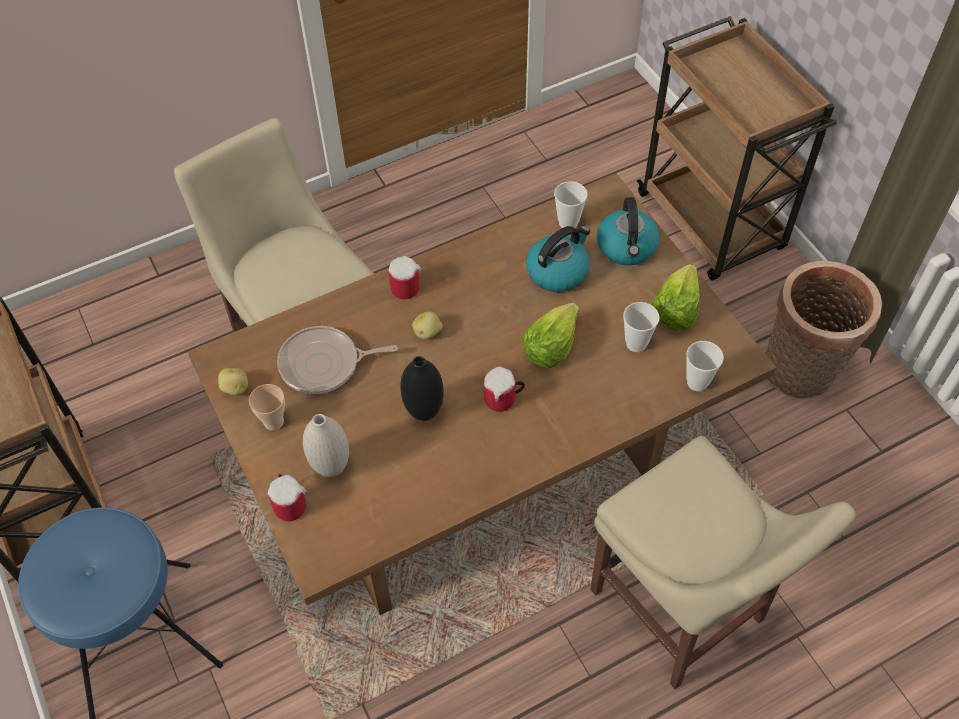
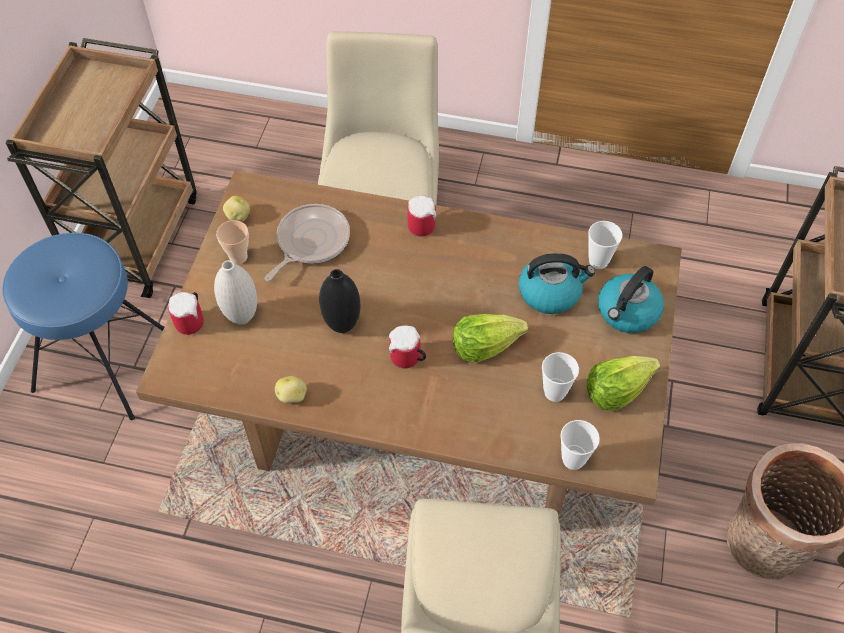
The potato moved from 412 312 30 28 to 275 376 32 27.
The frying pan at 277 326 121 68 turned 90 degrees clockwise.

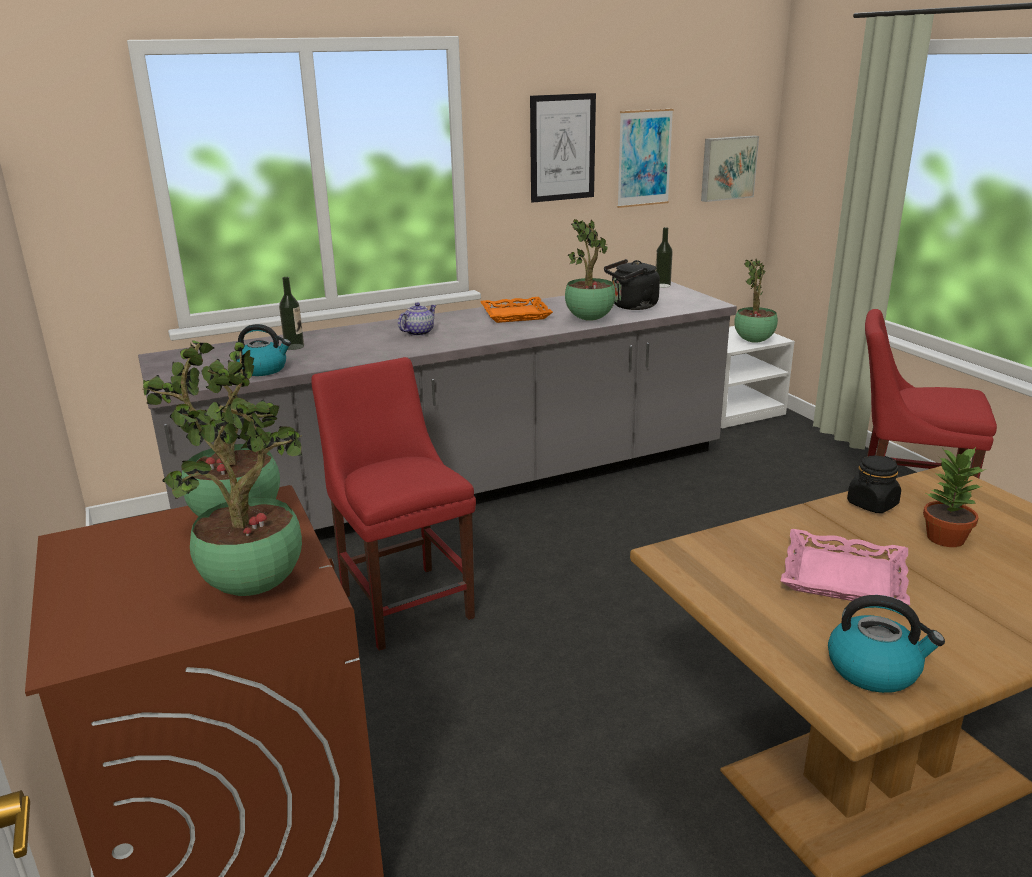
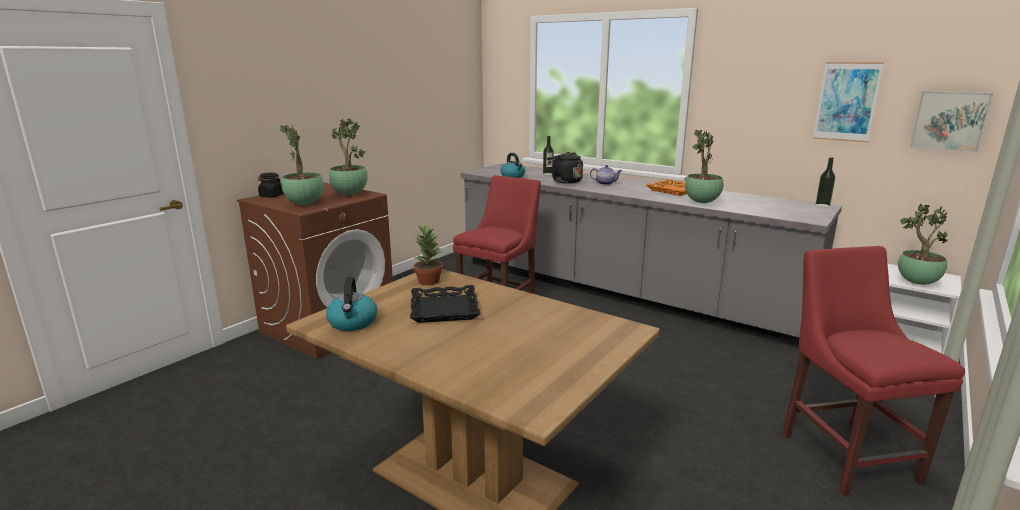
The picture at 530 93 66 110 disappeared.
The black kettle moved from 604 259 56 51 to 547 152 36 32.
The black jar moved from 847 456 54 57 to 258 173 26 24.
The potted plant moved from 923 447 63 100 to 414 225 29 60.
The pink tray at 781 529 129 76 became the black tray at 410 285 71 38.

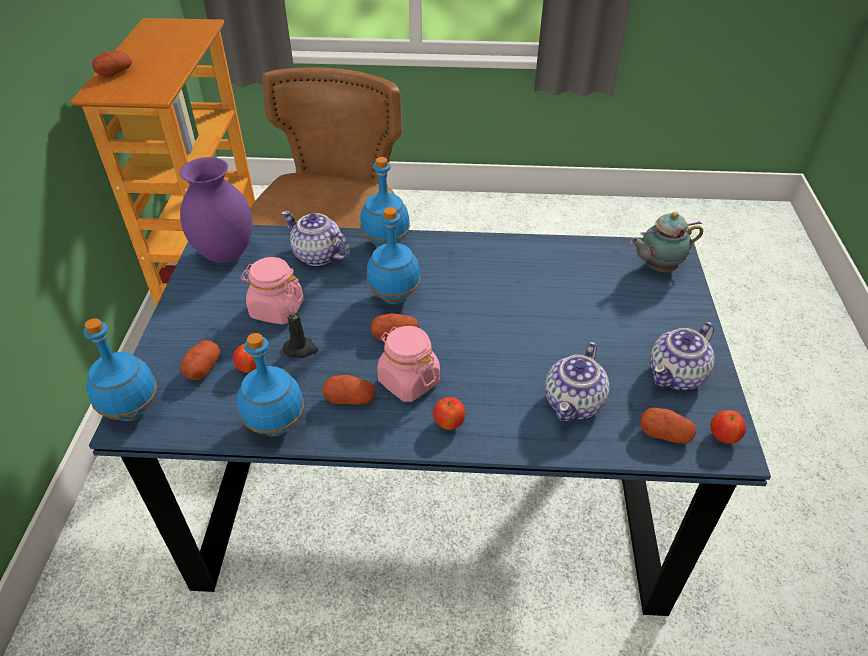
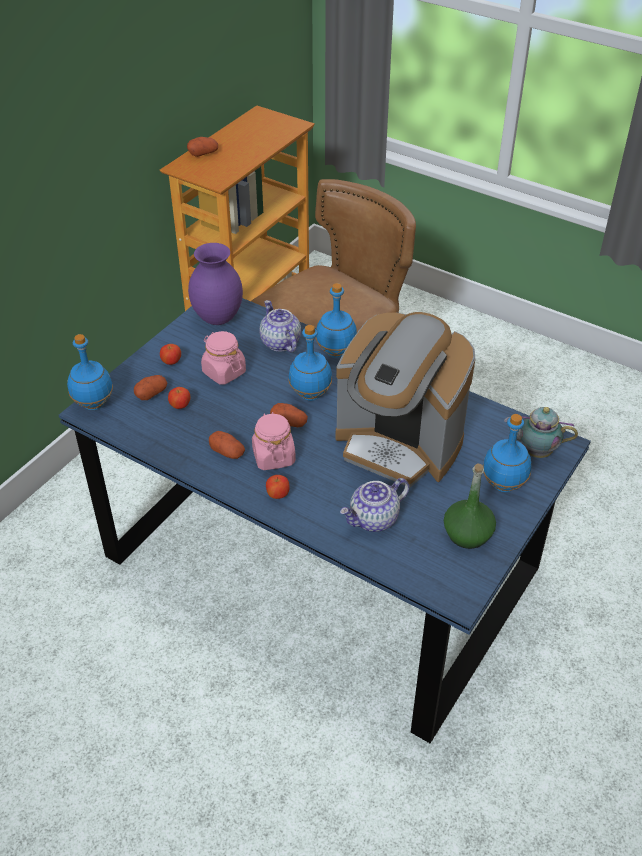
The black candle at 283 308 35 50 disappeared.
The potato at 640 408 56 36 disappeared.
The coffee machine at 336 312 139 176 appeared.
The blue bottle moved from 237 333 67 104 to 483 414 49 78.
The apple moved from 710 410 36 34 to 160 344 21 21.
The teapot at 650 322 65 68 was replaced by the green bottle at 444 463 52 86.

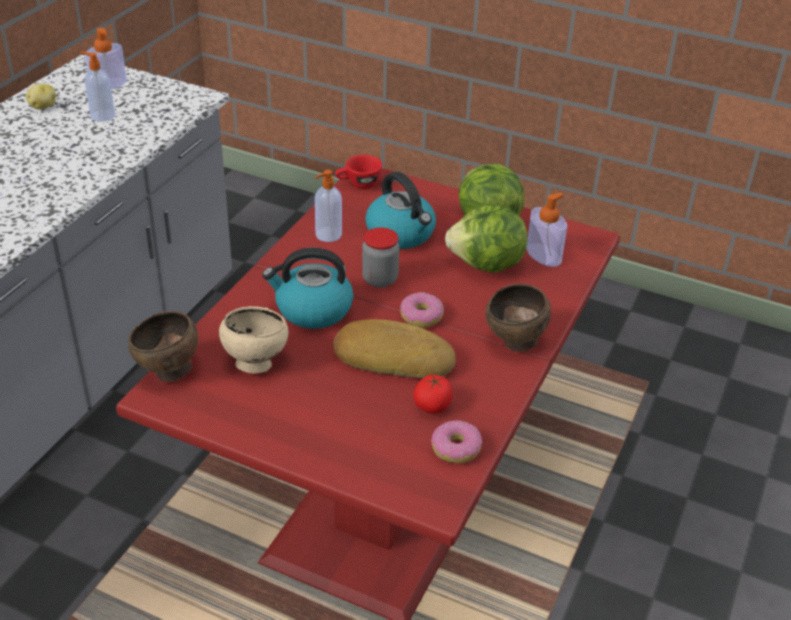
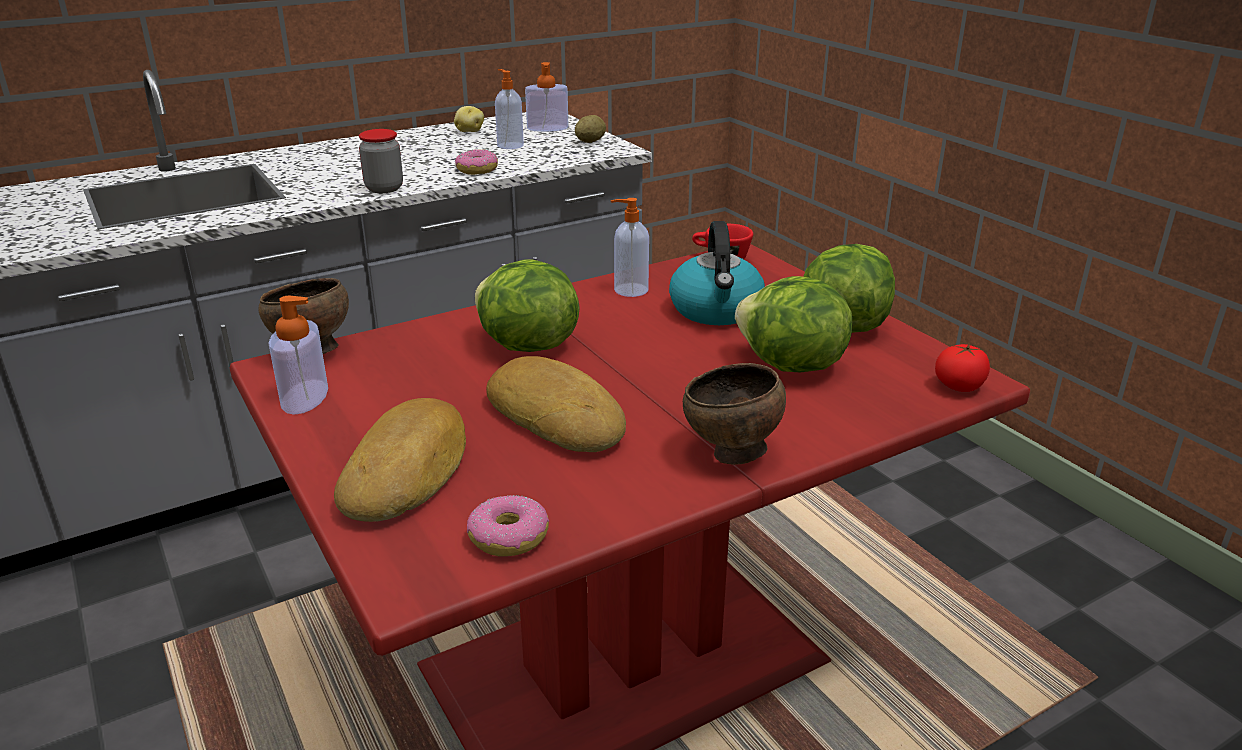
The beige bowl at 219 306 69 67 disappeared.
The bread at 334 398 132 124 appeared.
The potato at 575 115 31 28 appeared.
The jar moved from 362 227 37 61 to 359 129 44 64.
The donut moved from 400 292 44 36 to 455 149 43 26.
The tomato moved from 414 374 39 40 to 935 344 55 48.
The soap dispenser moved from 526 193 41 74 to 269 296 59 119.
The kettle at 262 247 91 82 was replaced by the lettuce at 475 259 105 93.

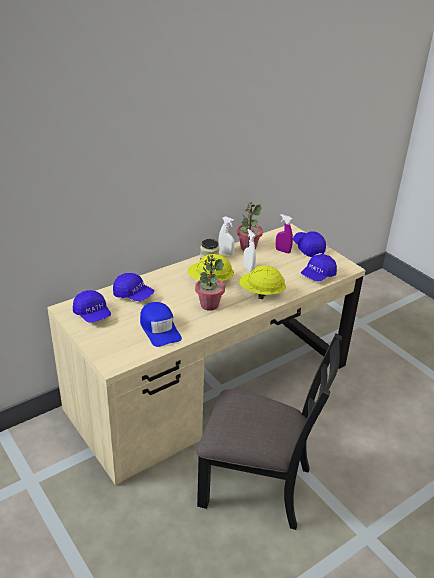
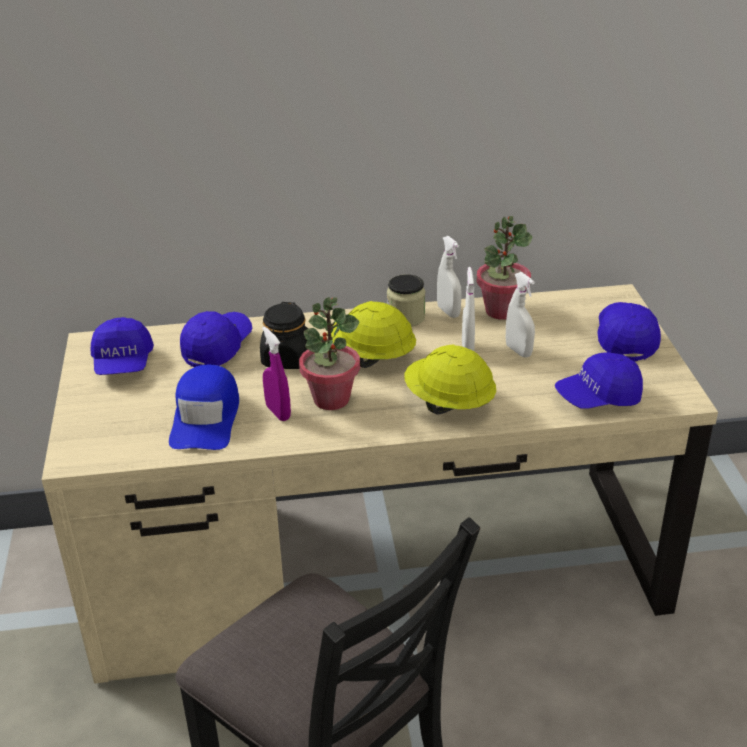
The black jar at 260 302 48 67 appeared.
The white spray bottle at 506 272 29 86 appeared.
The purple spray bottle moved from 276 214 17 40 to 262 326 29 95.
The blue cap at 113 273 41 28 turned 120 degrees counterclockwise.

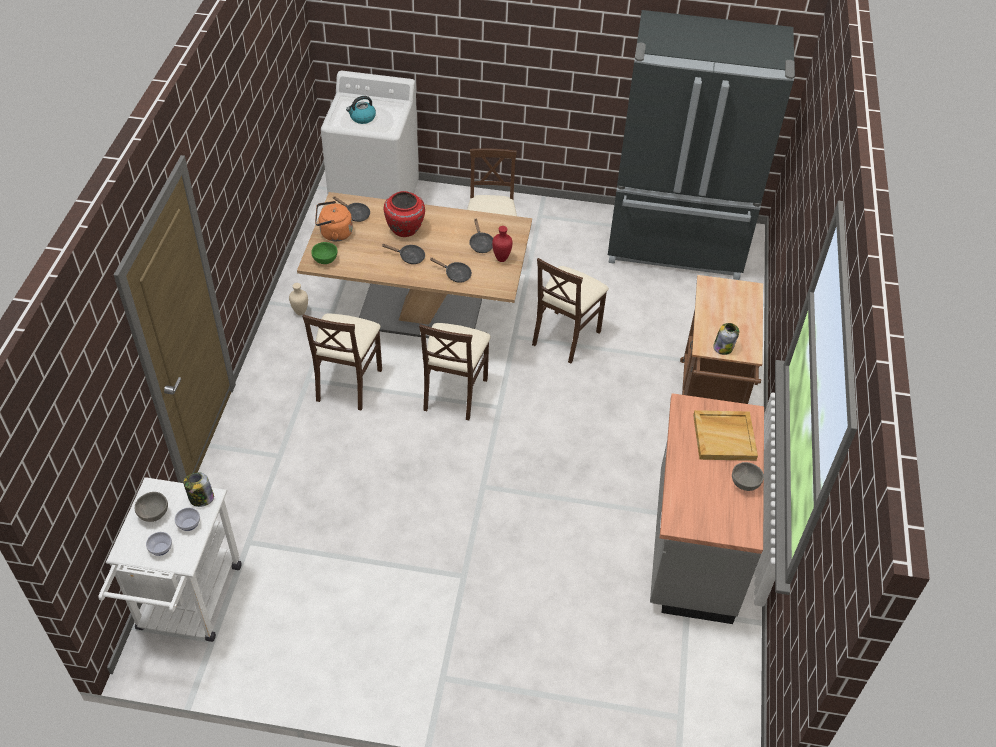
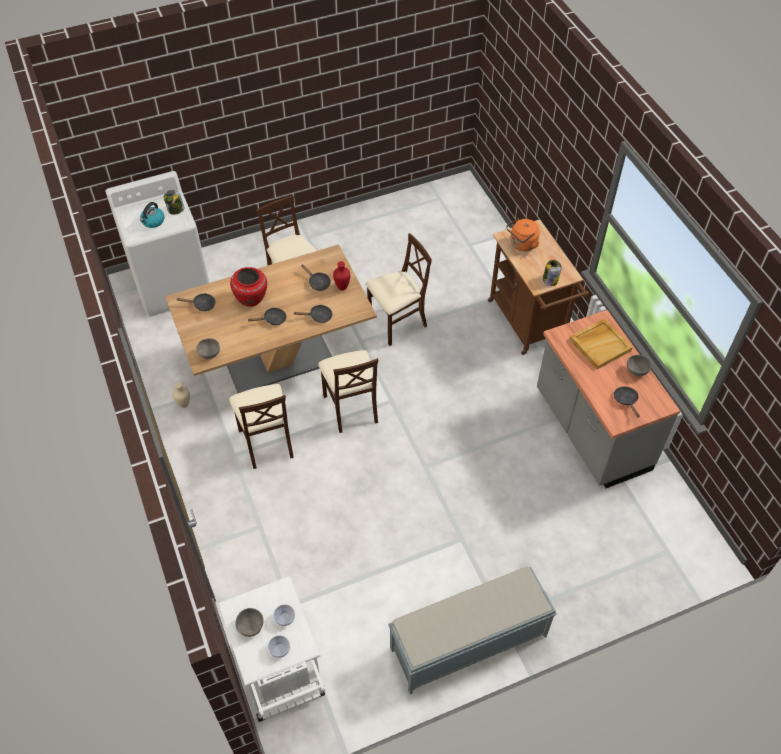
The black fridge at 608 10 187 270 disappeared.
The grey bench at 388 567 169 127 appeared.
The black frying pan at 614 387 26 30 appeared.
The jar moved from 183 472 31 35 to 164 190 21 25.
The orange kettle moved from 315 201 38 40 to 506 218 34 33.
The green bowl at 311 242 27 22 became the grey bowl at 196 338 24 21.
The beige chair at 532 258 77 105 turned 120 degrees counterclockwise.

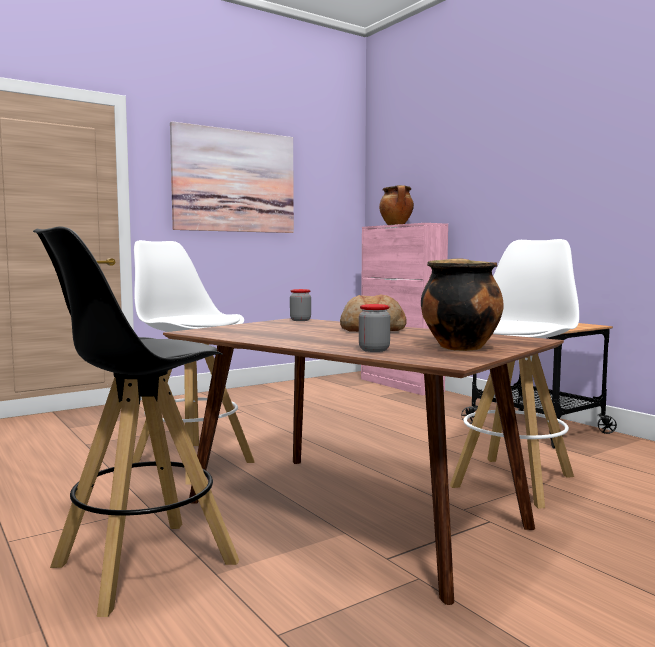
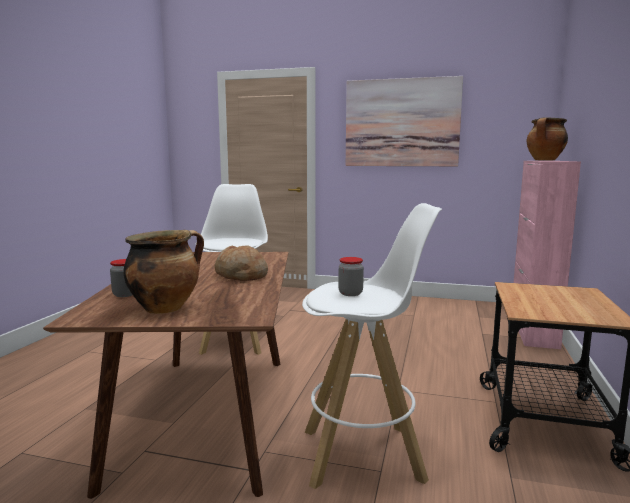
The black stool at 33 226 206 391 disappeared.
The jar moved from 290 289 21 32 to 338 257 26 39.

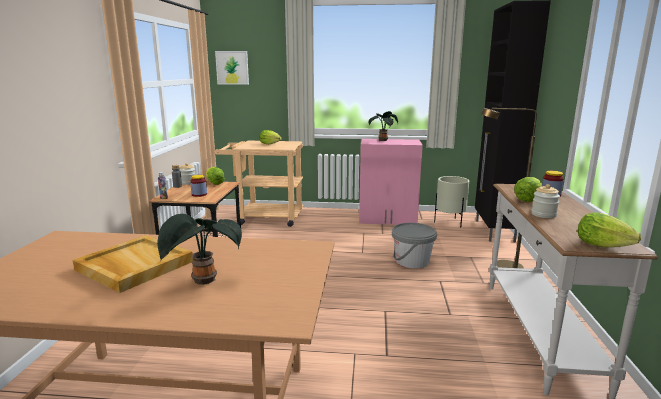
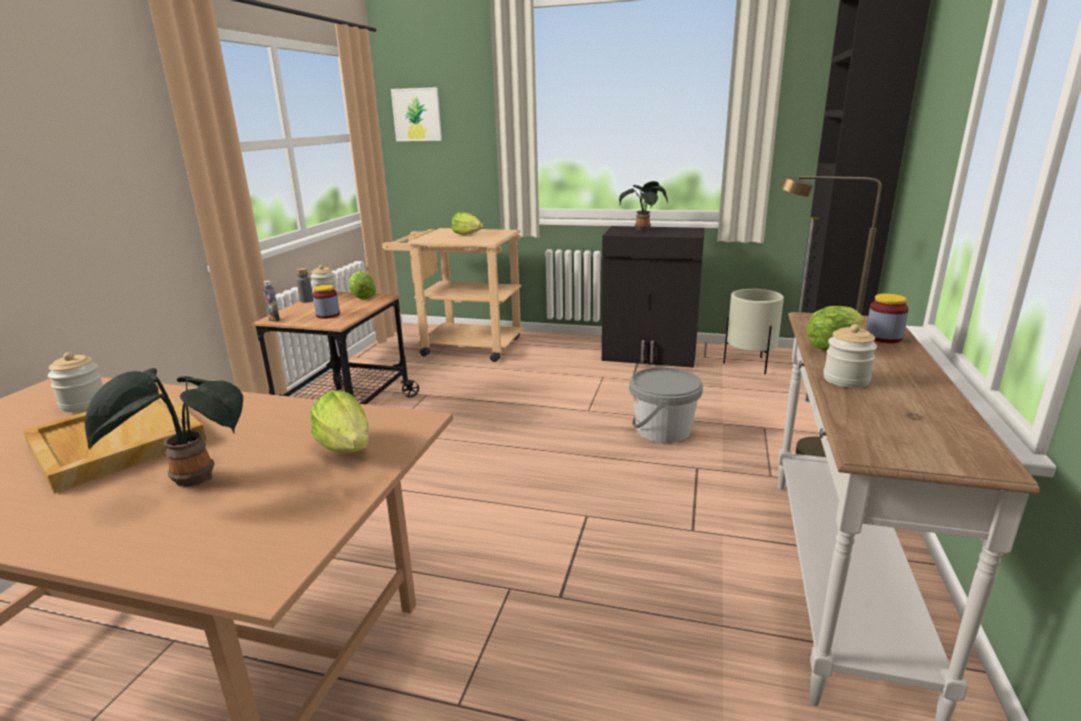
The jar at 48 352 55 60 appeared.
The lettuce moved from 577 212 64 35 to 310 390 59 63.
The pink cabinet at 359 139 64 86 became the black cabinet at 602 226 103 142.

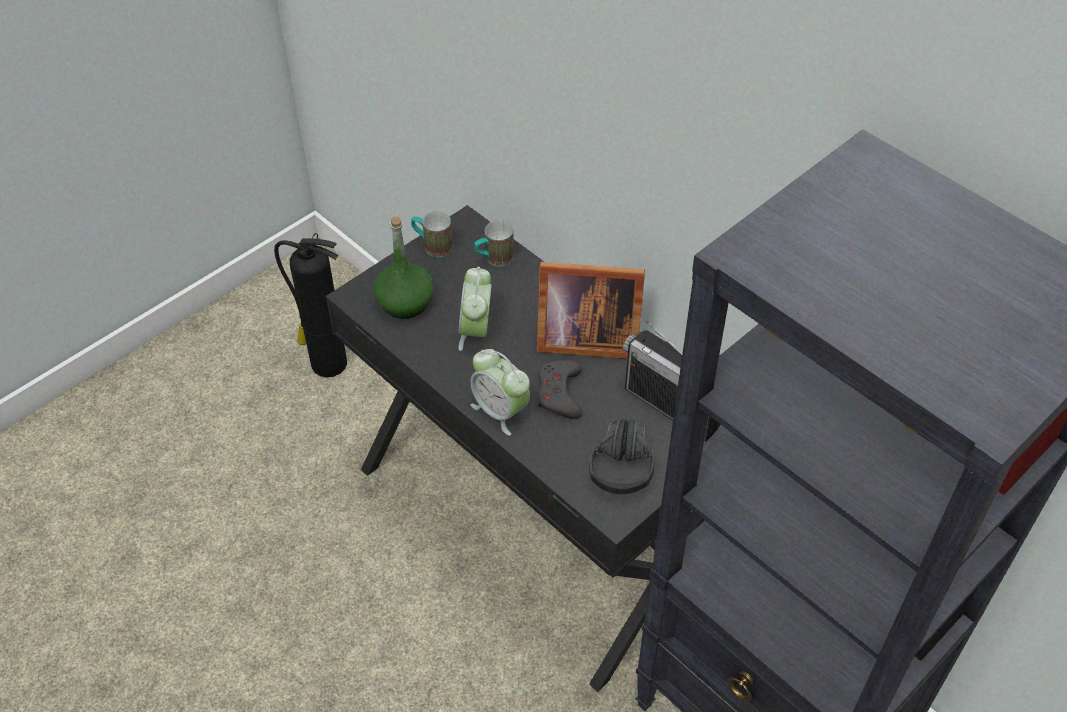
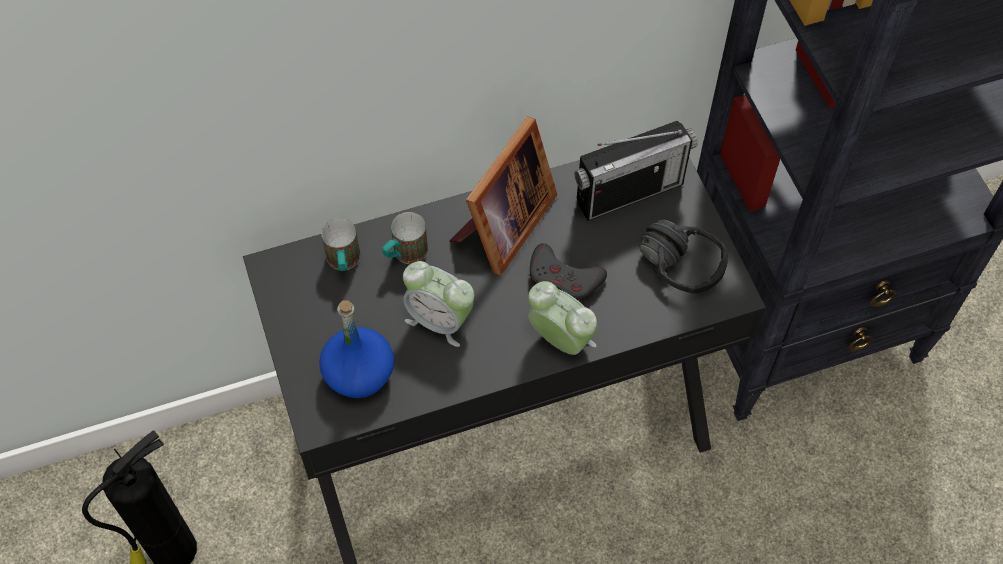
The mug moved from 411 211 42 46 to 382 212 46 52.
The green bottle at 373 216 61 103 became the blue bottle at 319 300 75 98.
The alarm clock at 470 349 60 87 turned 120 degrees counterclockwise.

